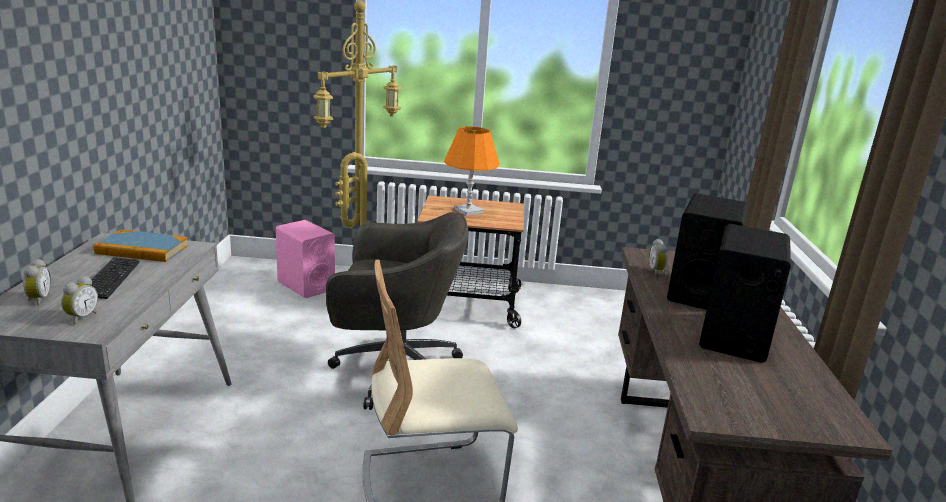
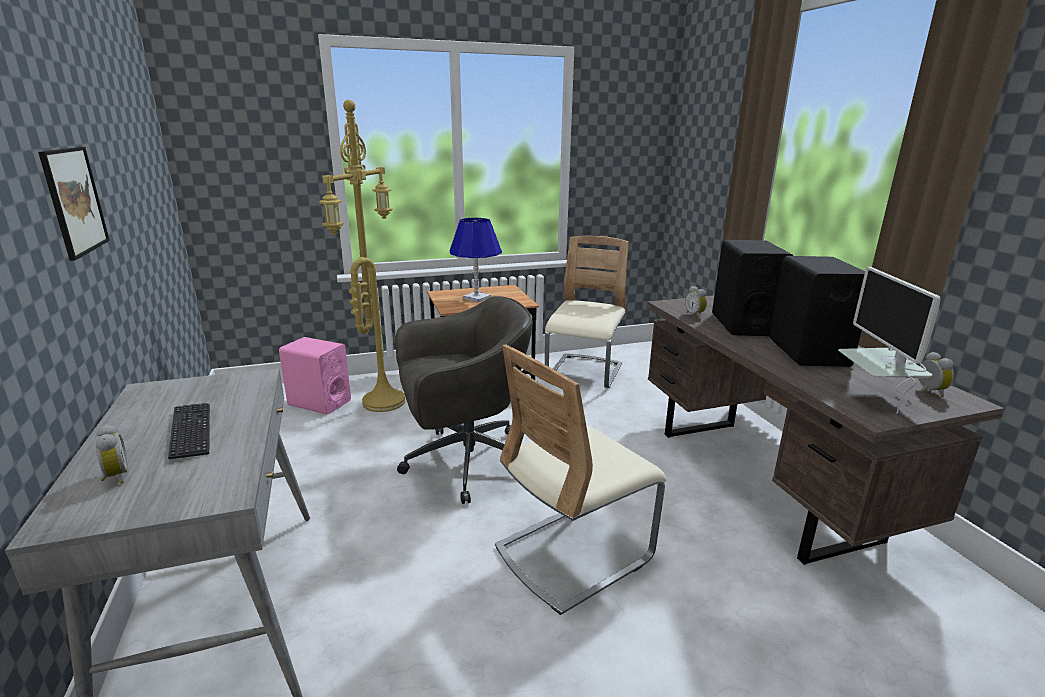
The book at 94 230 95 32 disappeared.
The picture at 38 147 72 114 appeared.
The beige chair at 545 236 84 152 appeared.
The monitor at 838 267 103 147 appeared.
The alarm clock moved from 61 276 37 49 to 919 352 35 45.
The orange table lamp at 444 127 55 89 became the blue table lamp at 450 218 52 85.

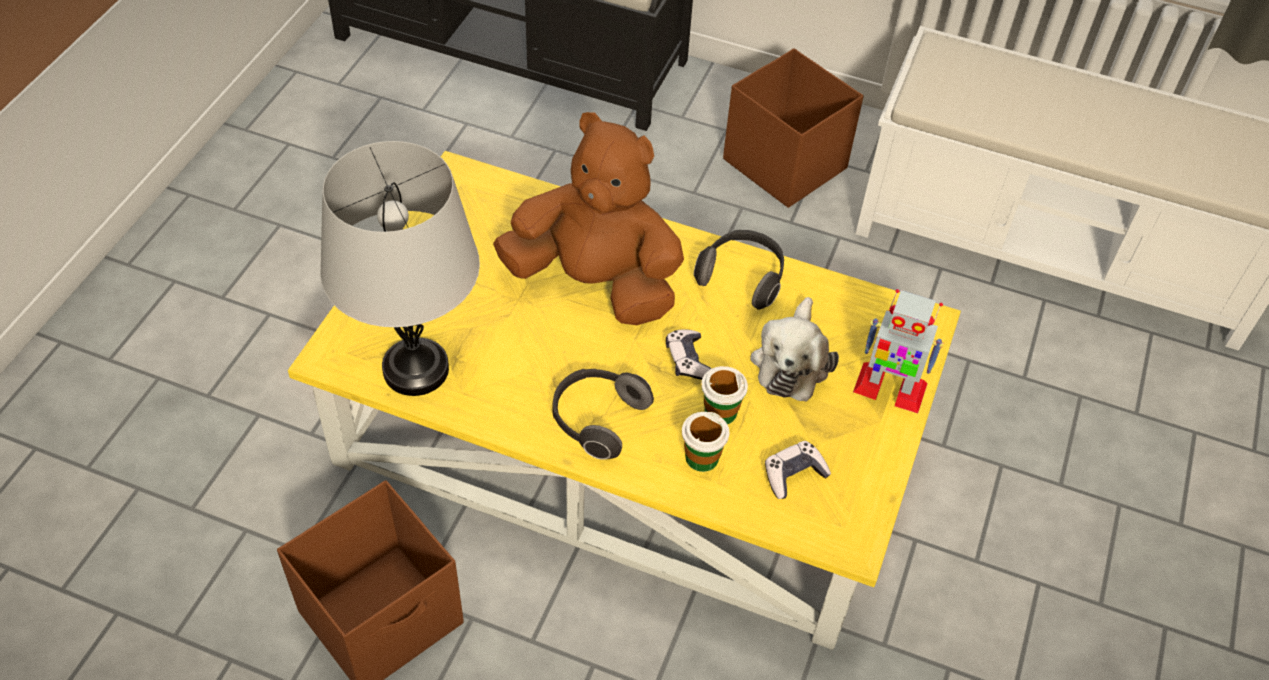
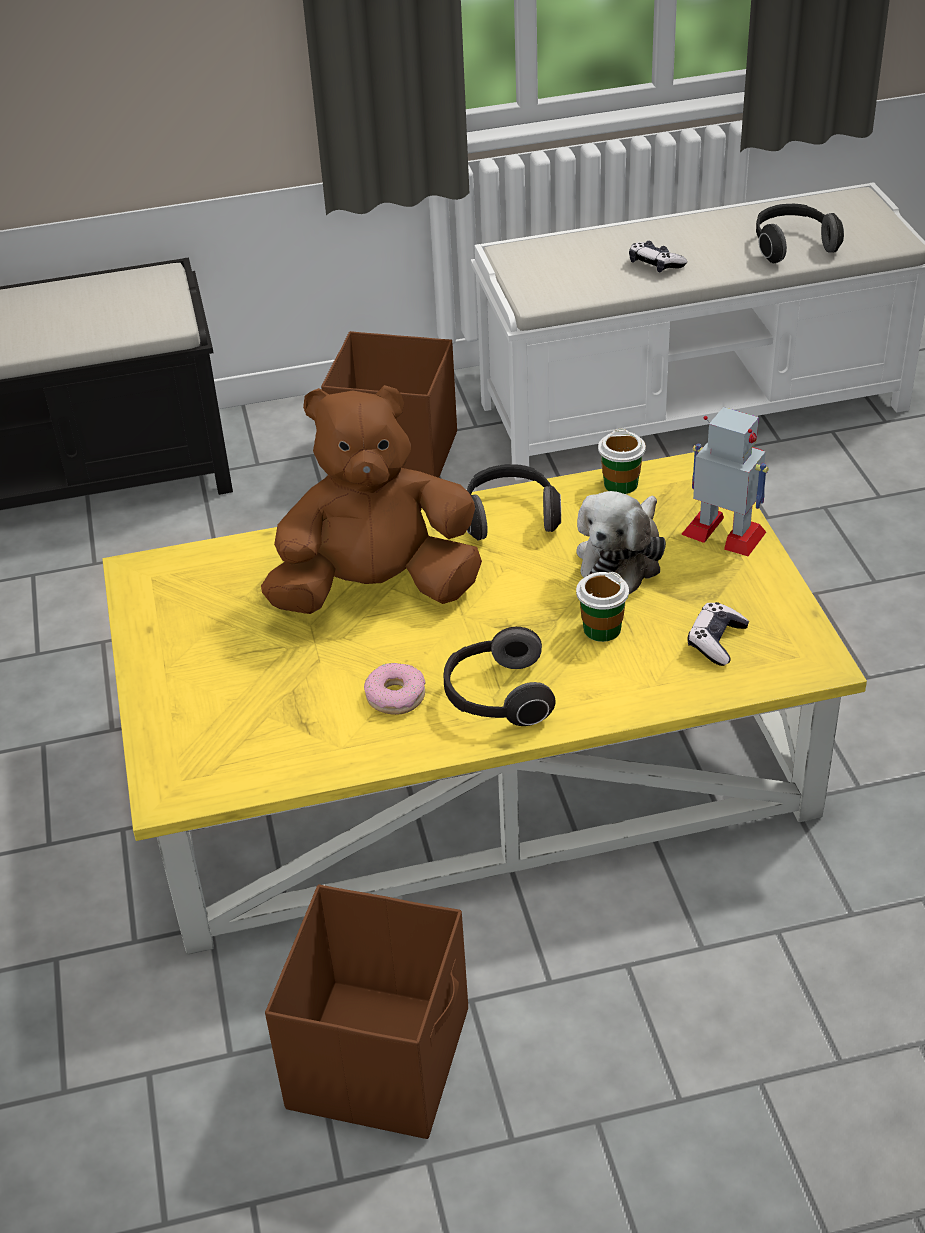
The grey table lamp at 320 141 160 255 disappeared.
The donut at 364 663 62 52 appeared.
The headphones at 756 204 88 59 appeared.
The game controller moved from 666 329 46 51 to 629 241 58 32.
The cup moved from 682 412 48 60 to 598 429 48 65.
The plush toy at 750 297 89 105 turned 45 degrees clockwise.
The toy robot at 853 289 91 124 turned 135 degrees counterclockwise.

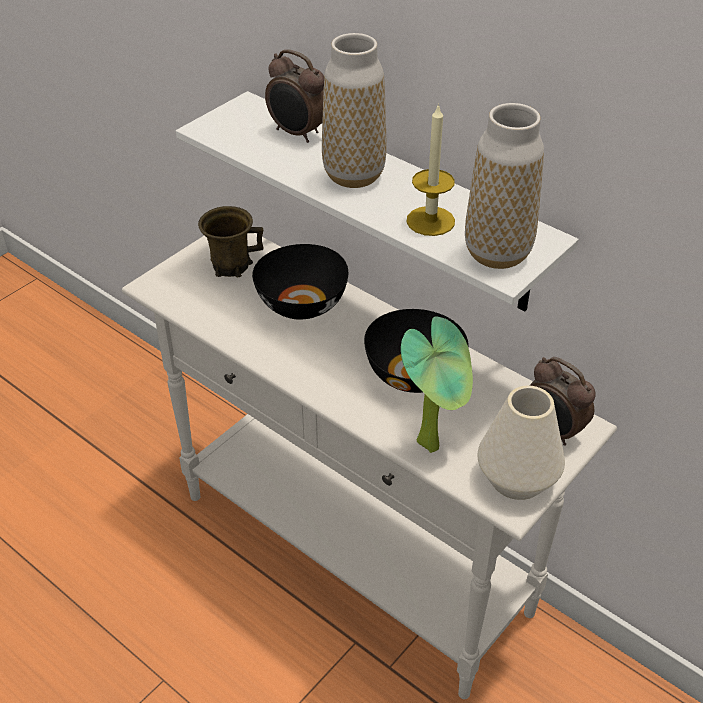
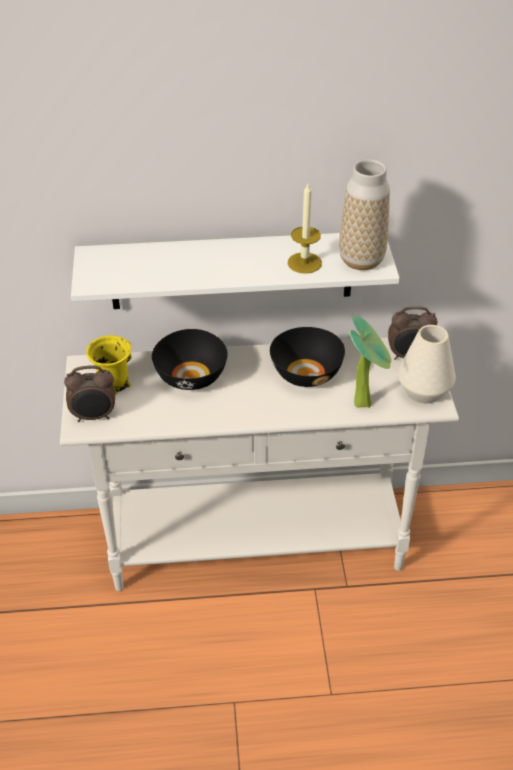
The vase at 322 33 65 155 disappeared.
The alarm clock moved from 265 49 59 94 to 64 365 51 57.
The brown mug at 198 206 66 71 became the yellow mug at 86 335 46 60.

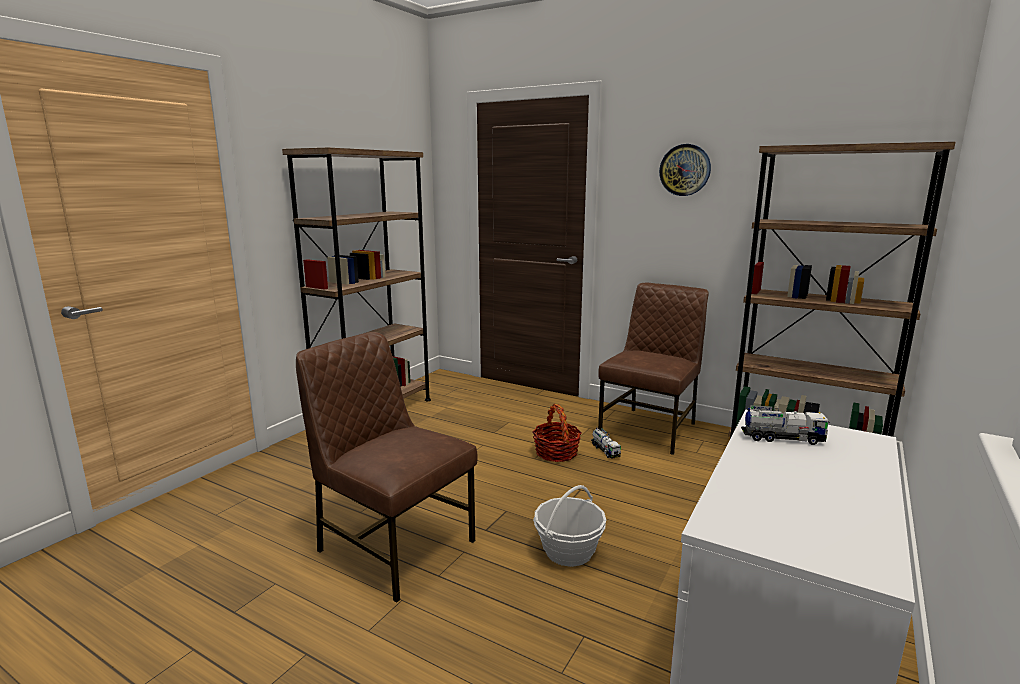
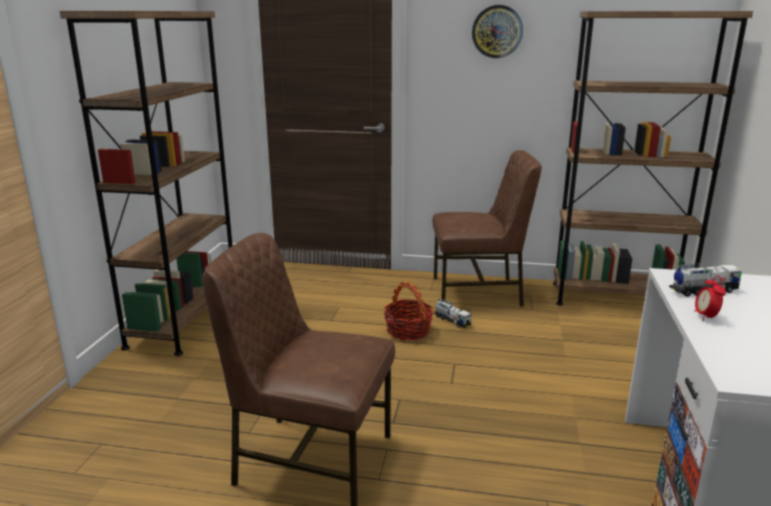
The basket at 533 485 73 82 disappeared.
The alarm clock at 694 275 32 46 appeared.
The brown chair at 598 283 111 172 turned 75 degrees clockwise.

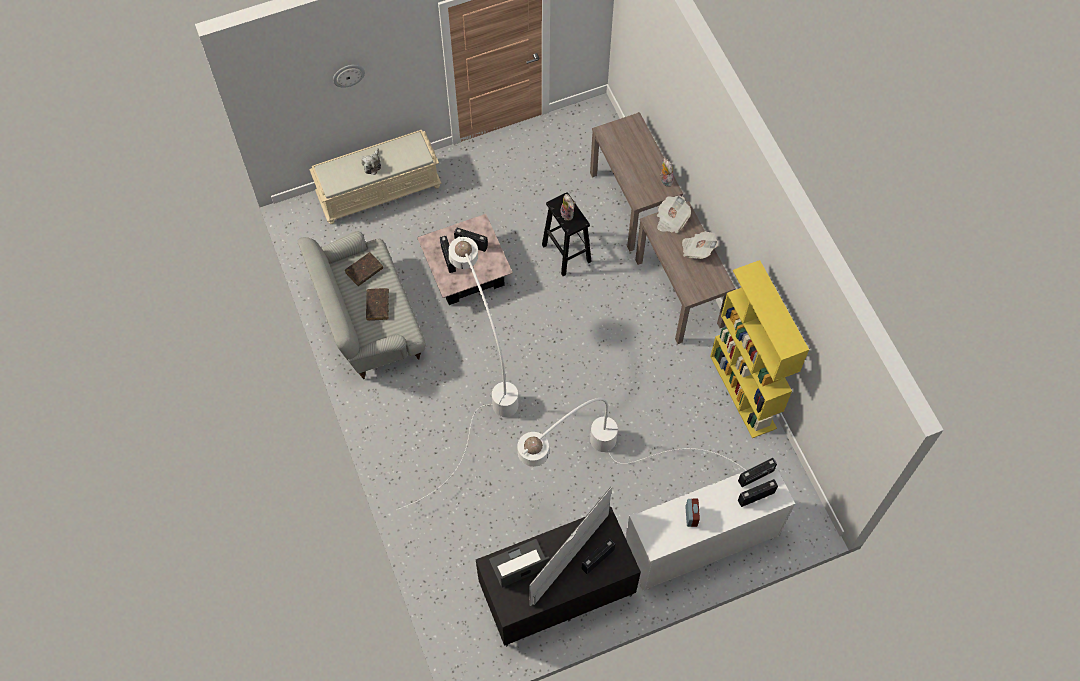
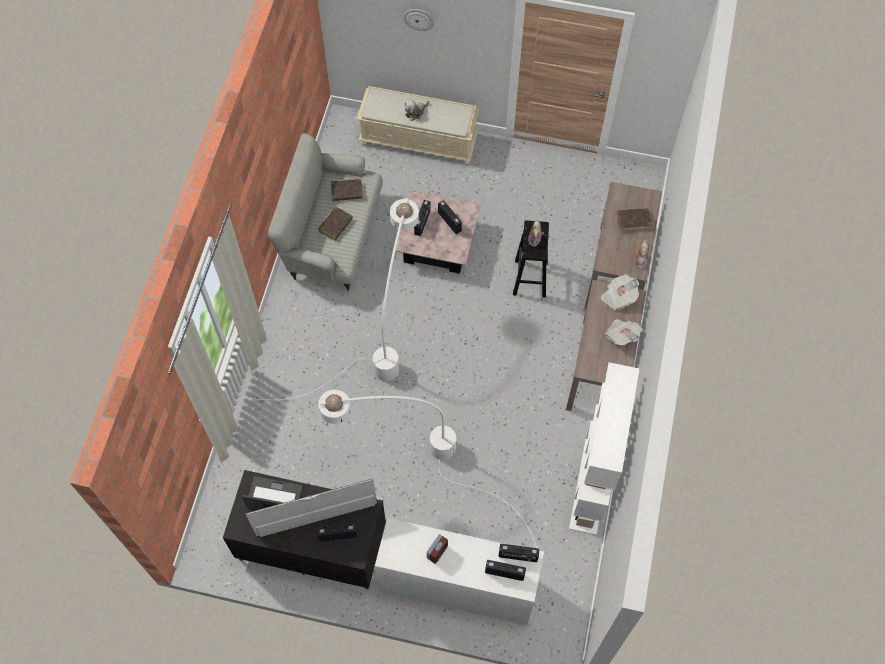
The brown book at 617 208 35 24 appeared.
The yellow bookcase at 710 260 99 178 became the white bookcase at 569 362 70 173.

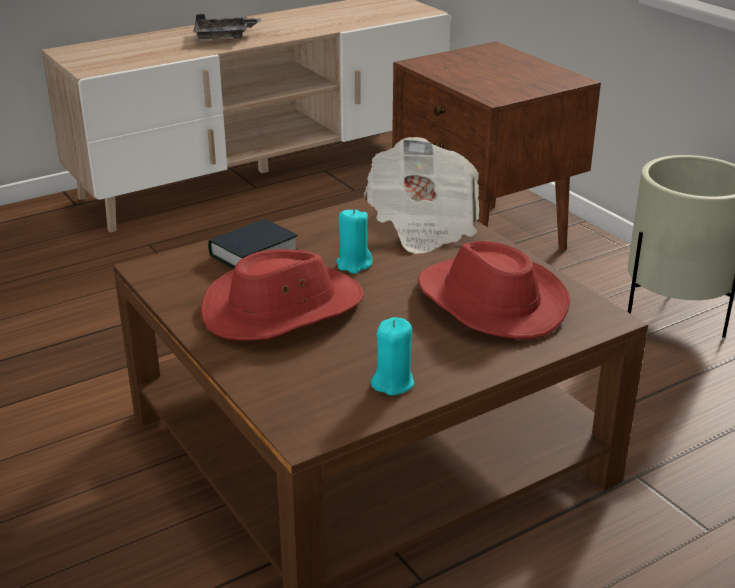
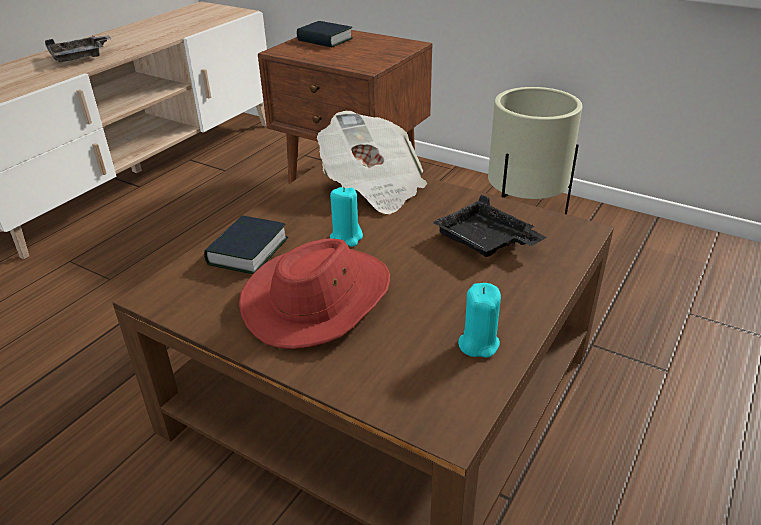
The book at 297 21 56 26 appeared.
The red hat at 418 241 152 98 was replaced by the black tray at 432 195 115 62.

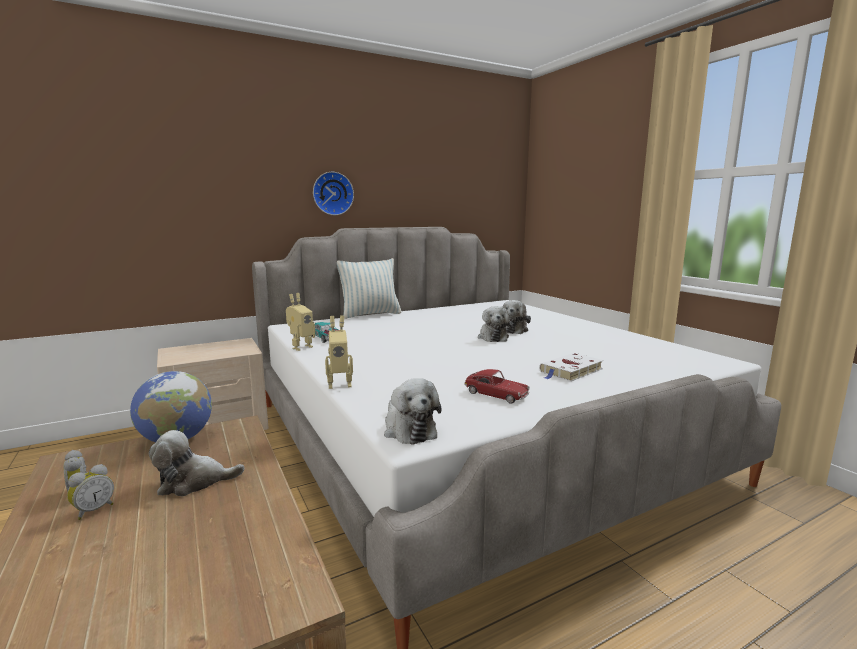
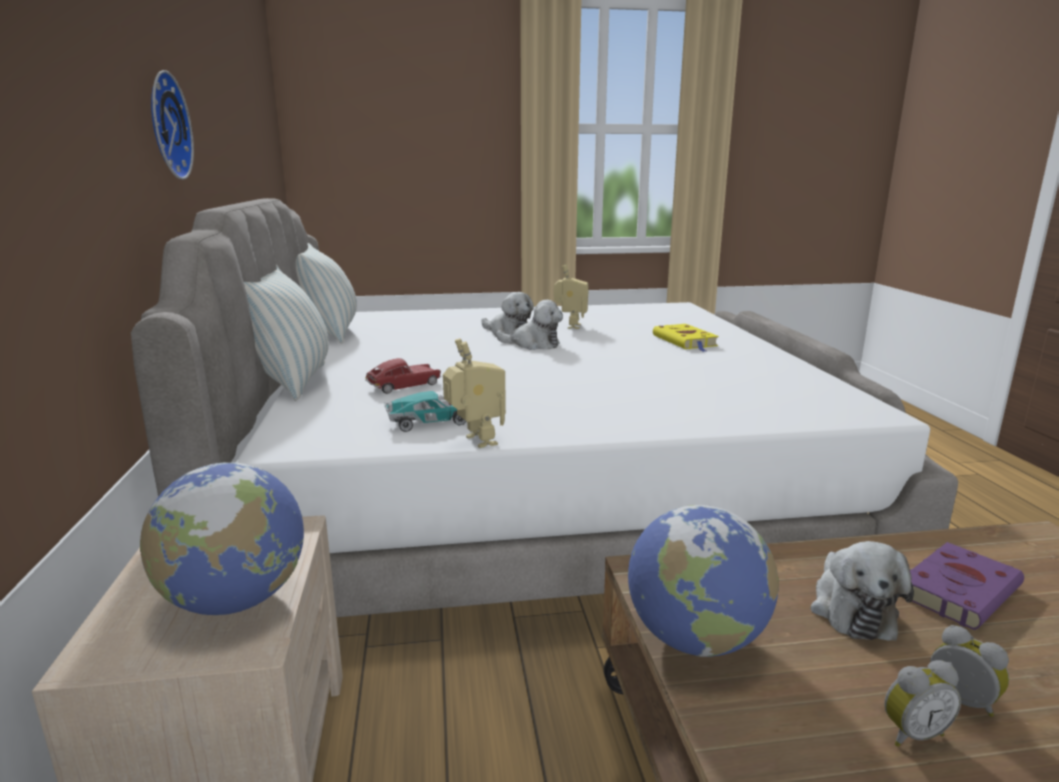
The plush toy at 384 378 57 67 disappeared.
The globe at 140 463 164 152 appeared.
The pillow at 296 243 61 101 appeared.
The purple book at 910 542 114 88 appeared.
The toy robot moved from 325 315 28 74 to 554 264 35 65.
The toy car moved from 464 369 66 35 to 365 358 76 36.
The white book at 539 353 64 28 became the yellow book at 653 324 66 28.

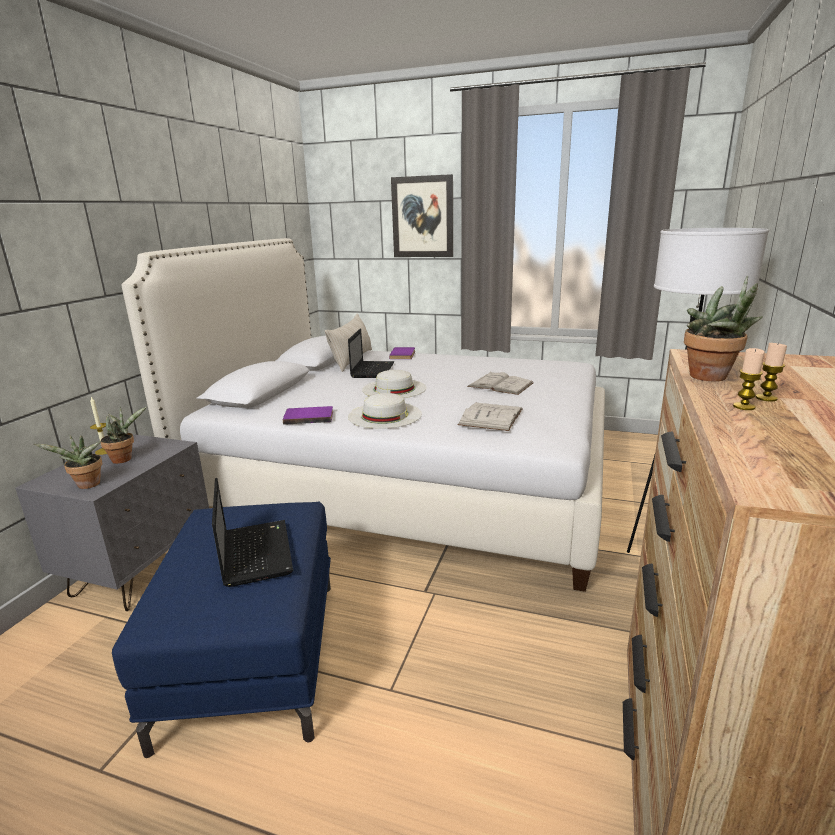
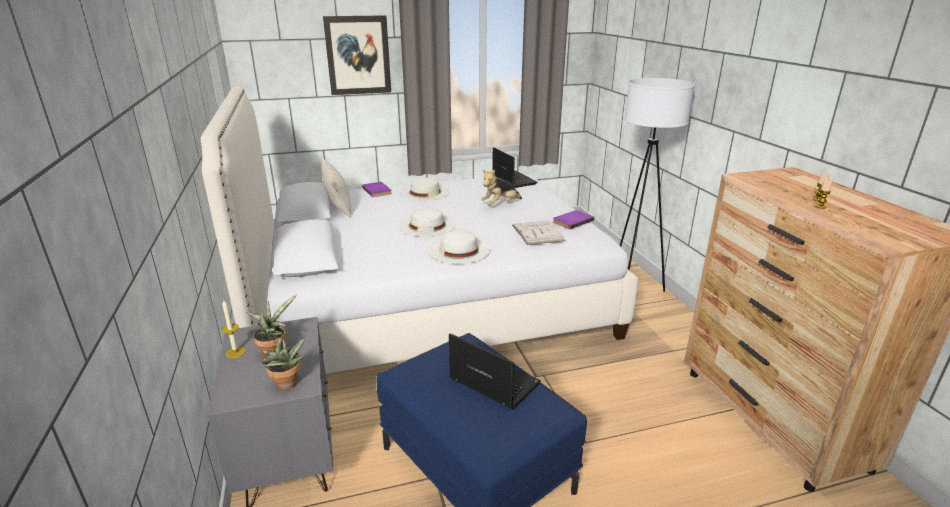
The potted plant at 684 276 79 105 disappeared.
The white hat at 400 177 50 24 appeared.
The purple book moved from 283 406 50 19 to 553 210 41 19.
The laptop moved from 348 329 46 49 to 492 147 45 41.
The white book at 467 371 66 24 was replaced by the plush toy at 481 170 41 36.

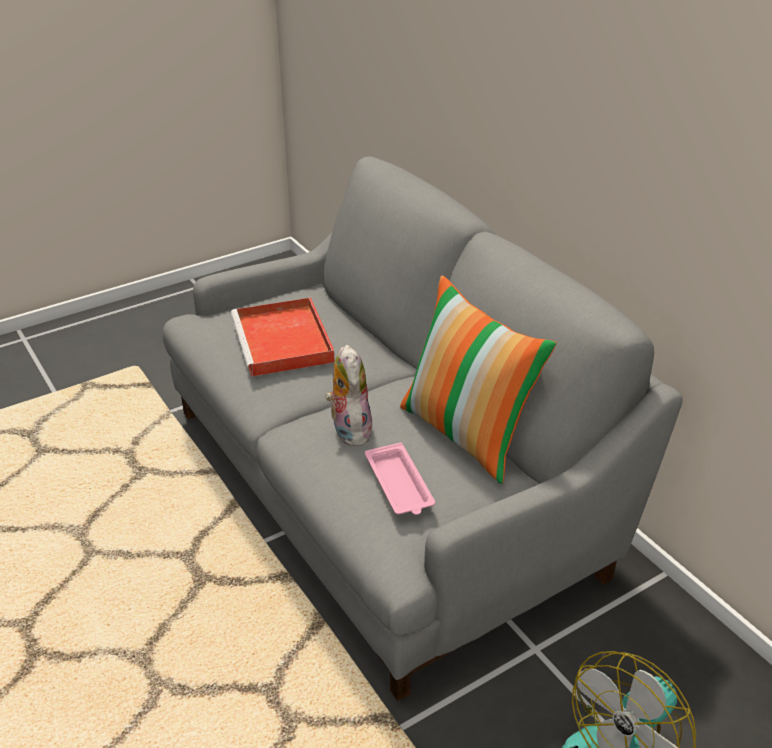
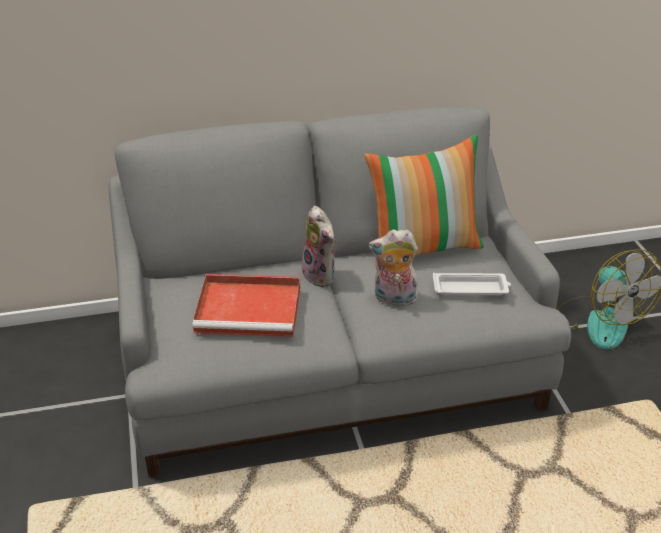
The plush toy at 302 206 35 81 appeared.
The pink tray at 365 443 70 72 became the white tray at 433 273 78 22.

